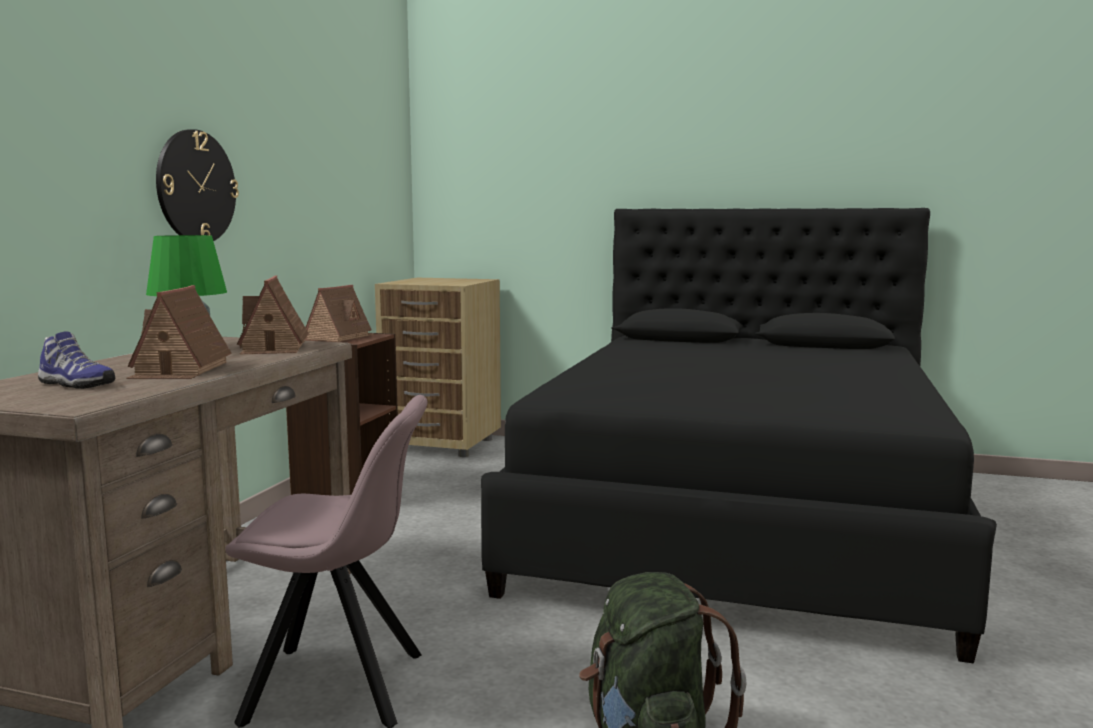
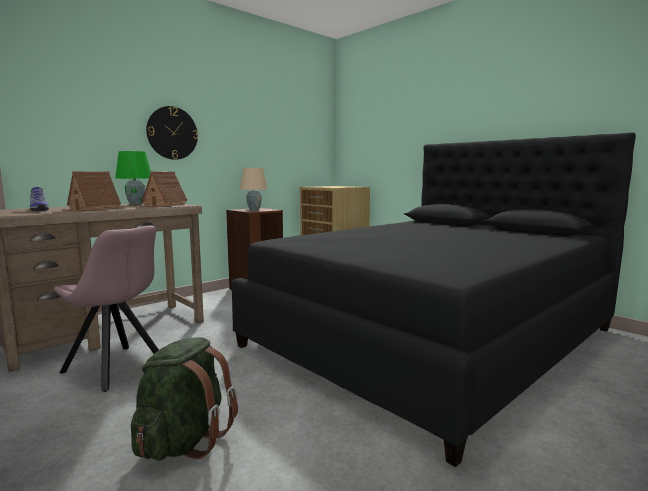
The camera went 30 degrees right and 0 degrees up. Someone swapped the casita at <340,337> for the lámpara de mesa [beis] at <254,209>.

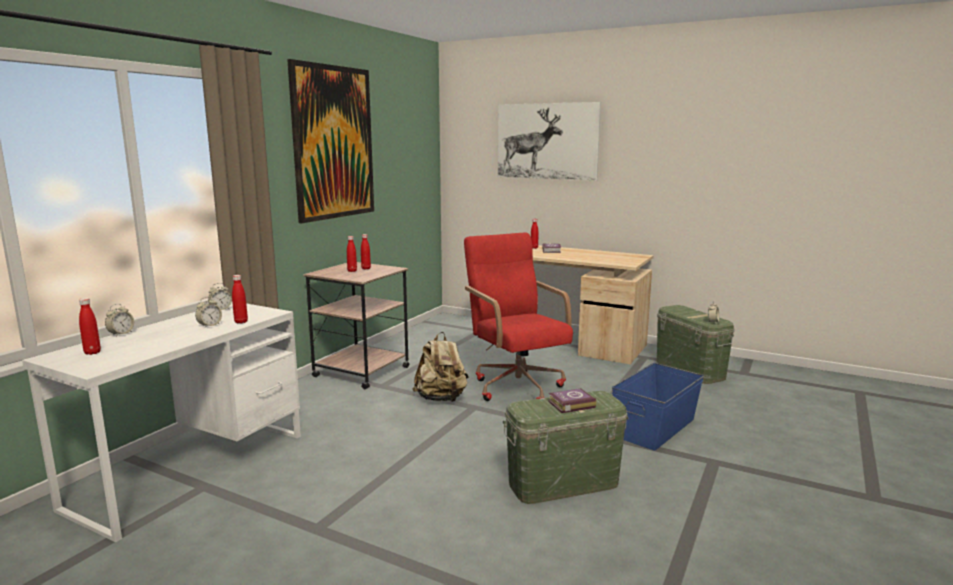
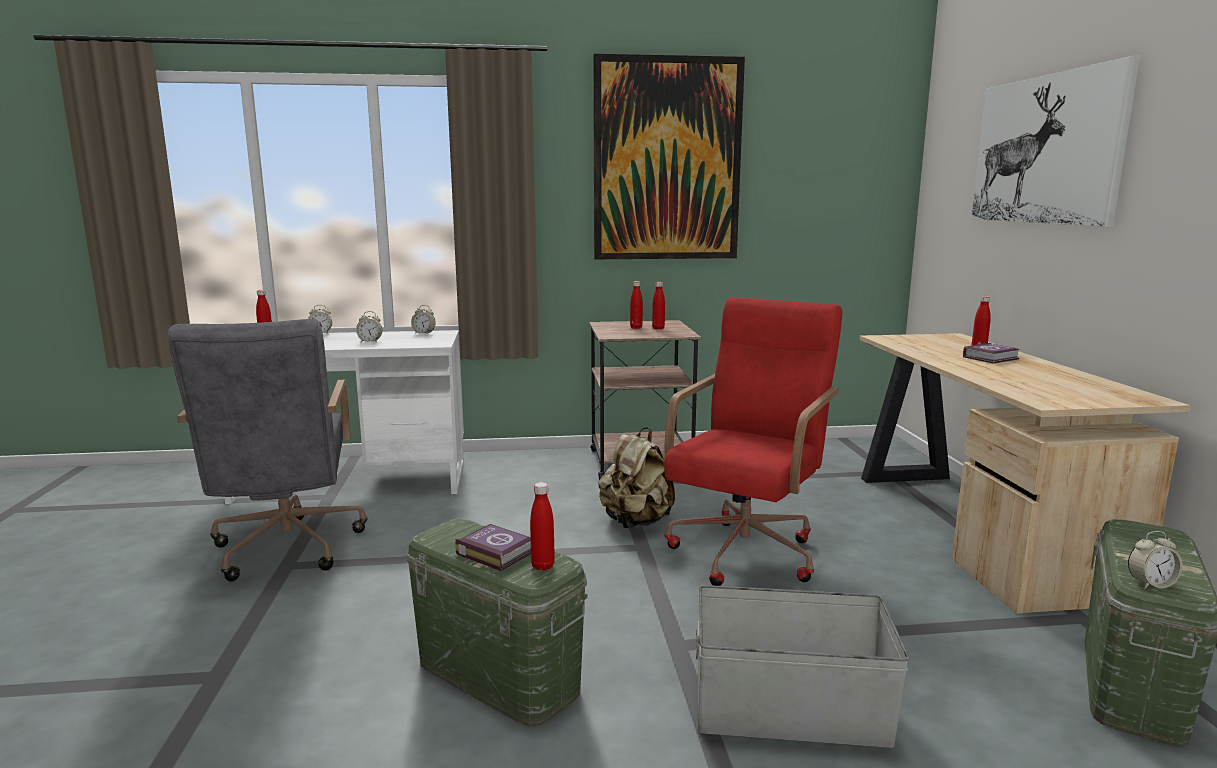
The camera went 55 degrees right and 0 degrees up. Someone put down the silla de oficina [gris] at <287,552>. Someone carried the botella [rojo] from <241,322> to <542,566>. Someone repainted the caja de almacenaje [azul] at <656,427>, which became the caja de almacenaje [gris] at <790,711>.

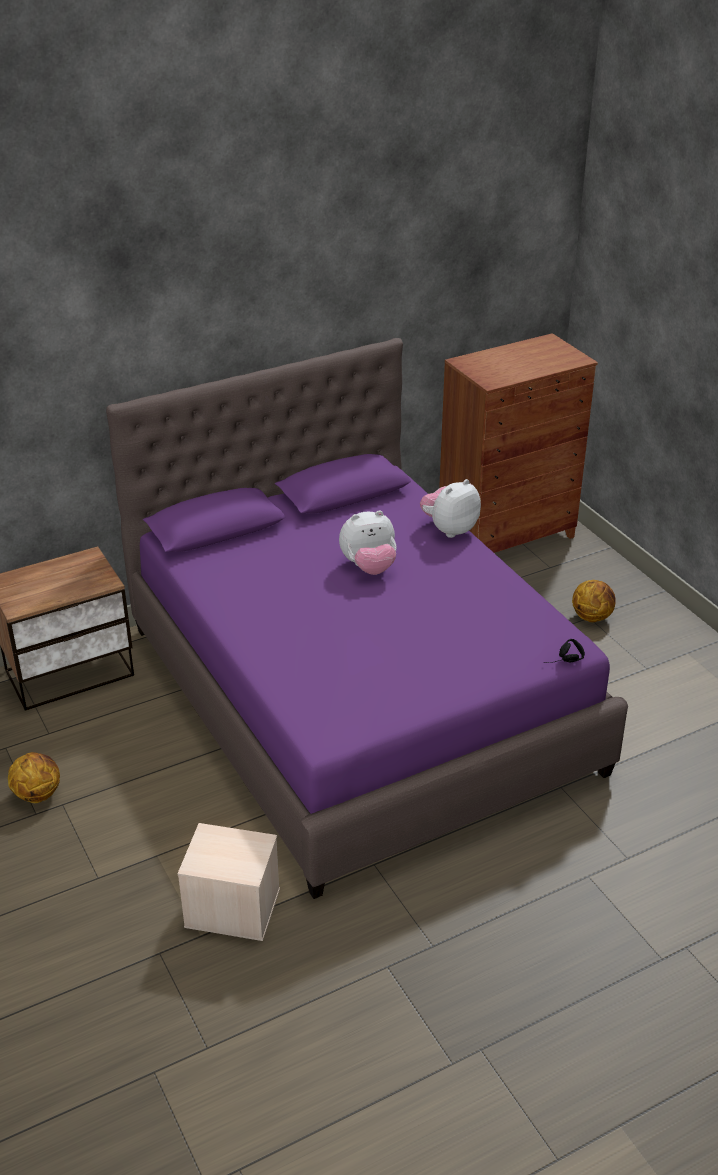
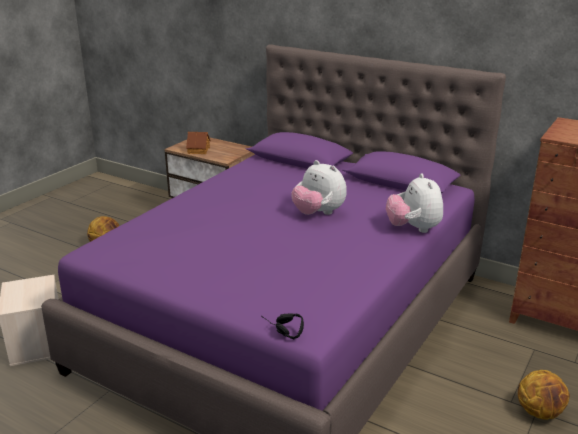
The camera went 60 degrees right and 10 degrees down. Someone put down the casita at <199,150>. Someone rotated the peluche at <449,529> by 120 degrees counterclockwise.

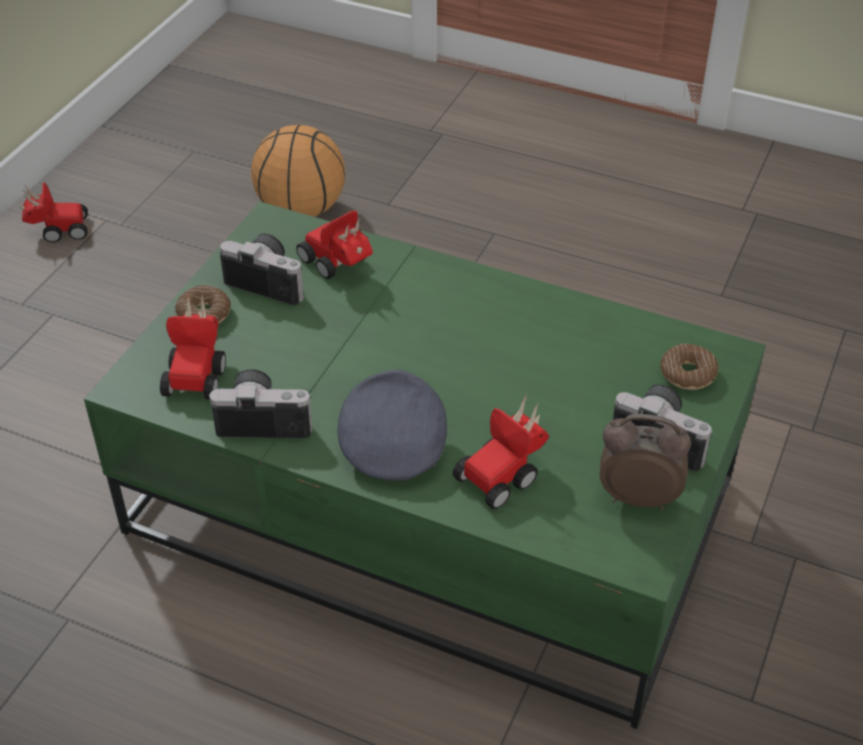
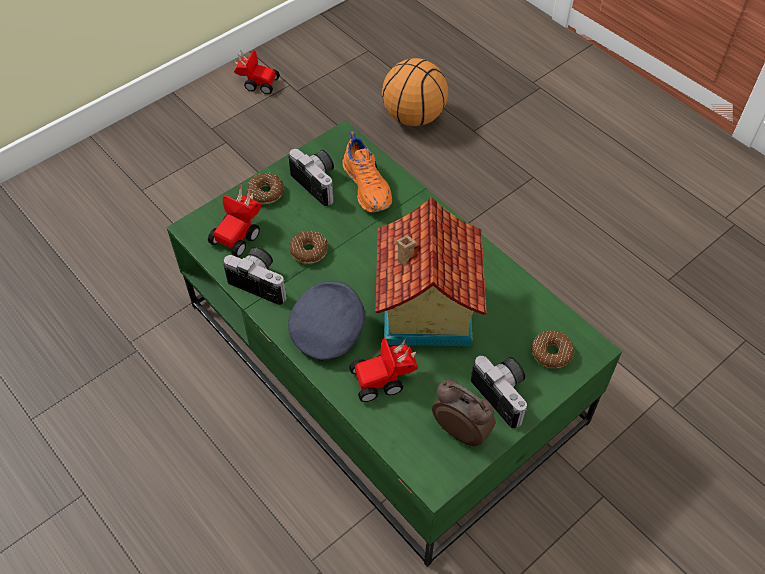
The camera went 25 degrees right and 10 degrees up. Someone put down the rosquilla at <309,251>. Someone swapped the coche de juguete at <339,265> for the zapato [naranja] at <368,186>. Someone put down the casita at <424,310>.

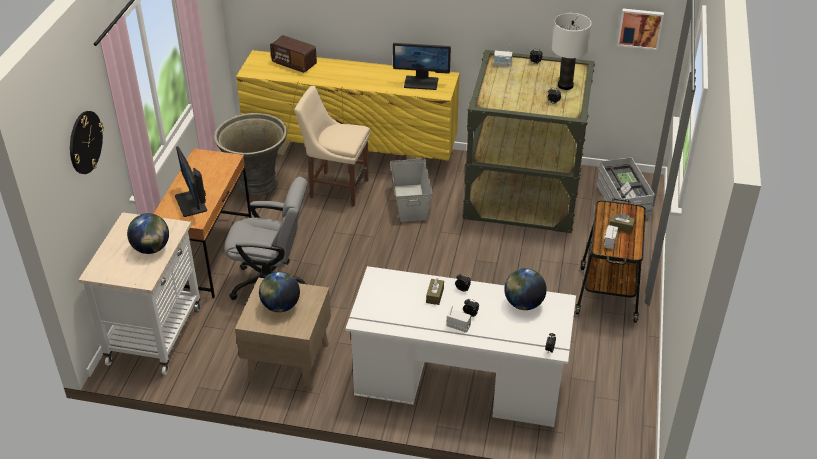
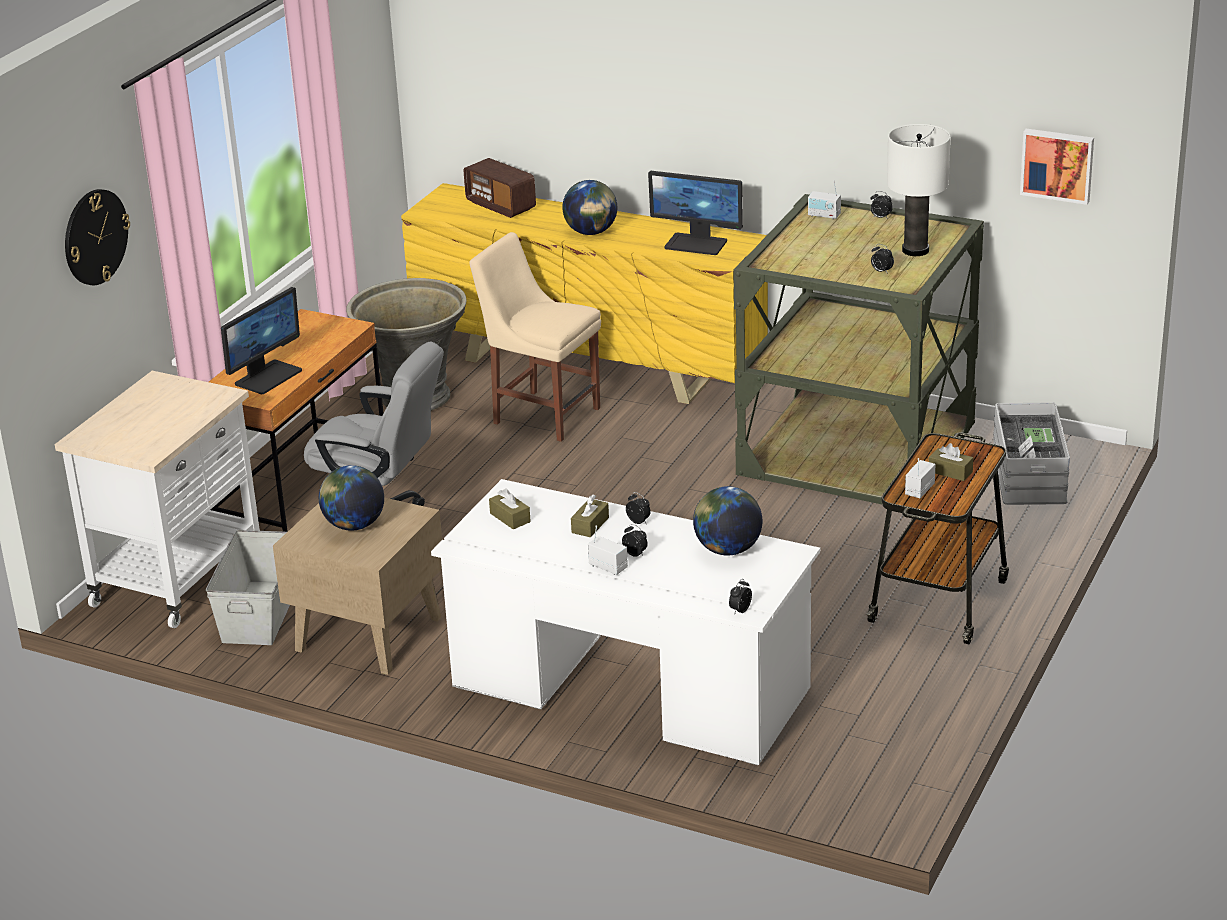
The camera went 15 degrees right and 10 degrees down. Someone carried the caja de almacenaje [gris] from <411,202> to <262,612>. Someone rotated the monitor at <192,203> by 135 degrees counterclockwise. Someone put down the caja de pañuelos [marrón] at <510,517>. Someone carried the globo terráqueo from <151,248> to <591,232>.

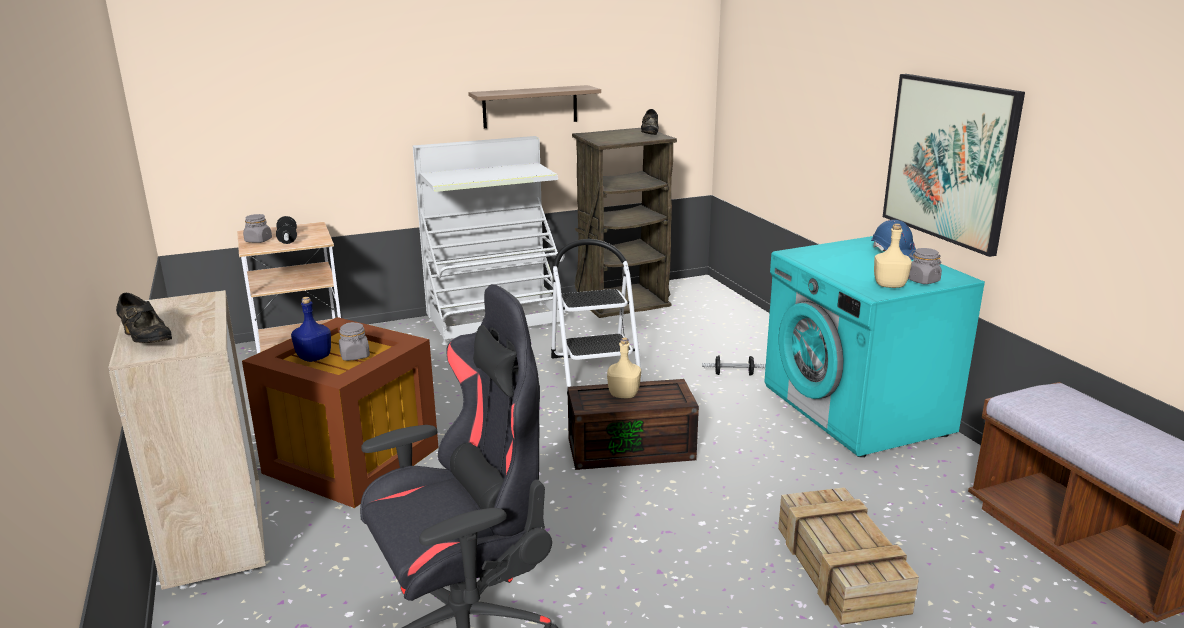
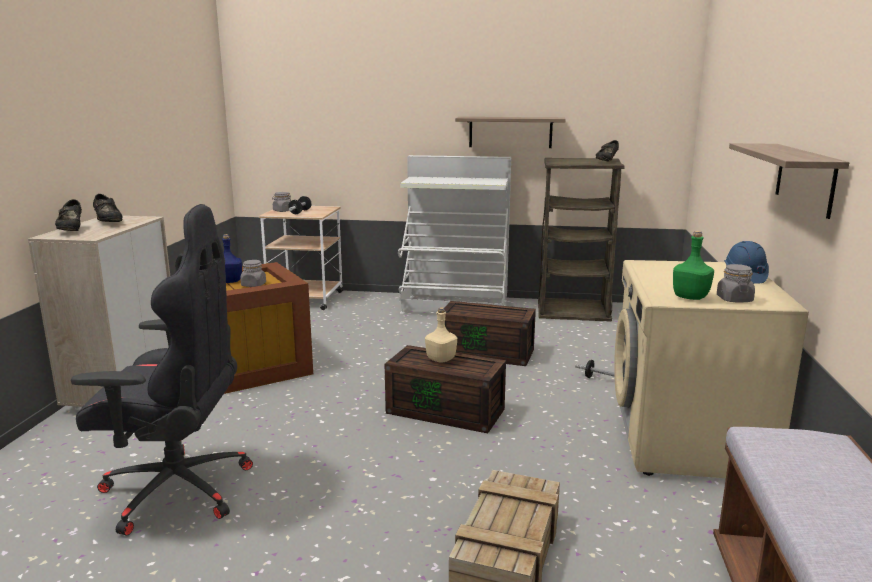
The camera went 30 degrees right and 5 degrees down. Someone put down the zapato [negro] at <108,222>. Someone swapped the escalera de tijera at <595,370> for the caja de almacenaje [marrón] at <488,352>. Someone repainted the lavadora [turquesa] at <854,414>, which became the lavadora [beis] at <684,439>. Someone repainted the botella [beis] at <889,285>, which became the botella [verde] at <690,297>. Someone swapped the cuadro at <949,160> for the estante at <805,178>.

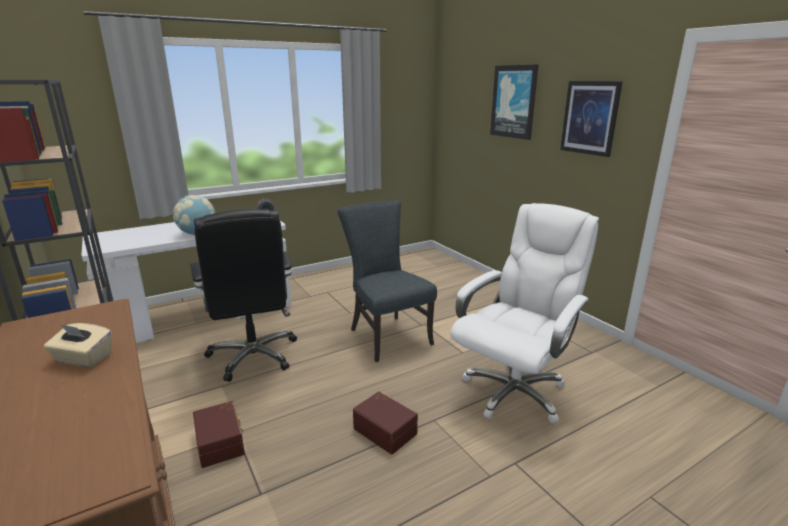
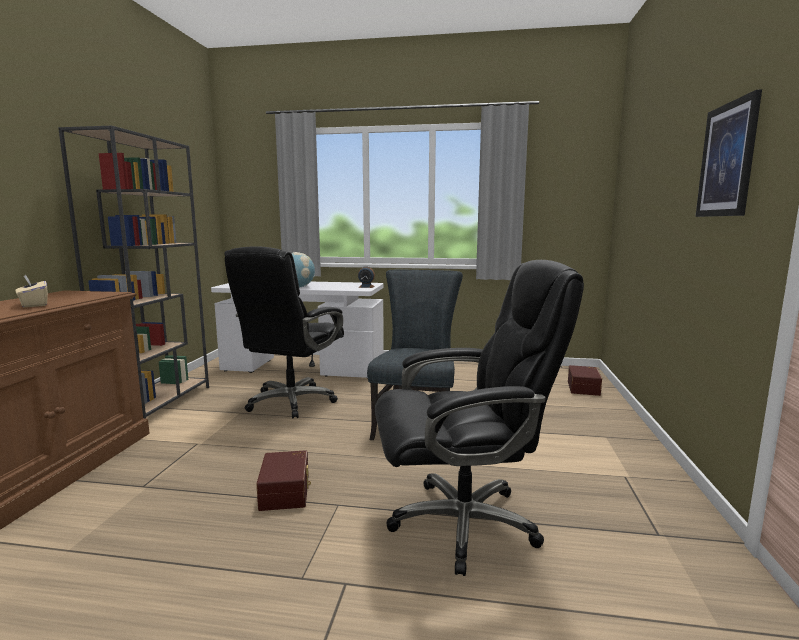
The camera went 40 degrees right and 10 degrees down. Someone repainted the silla de oficina [blanco] at <513,393>, which became the silla de oficina [negro] at <460,523>. Someone carried the caja de almacenaje [marrón] from <221,442> to <584,388>. Someone took away the cuadro at <514,102>.

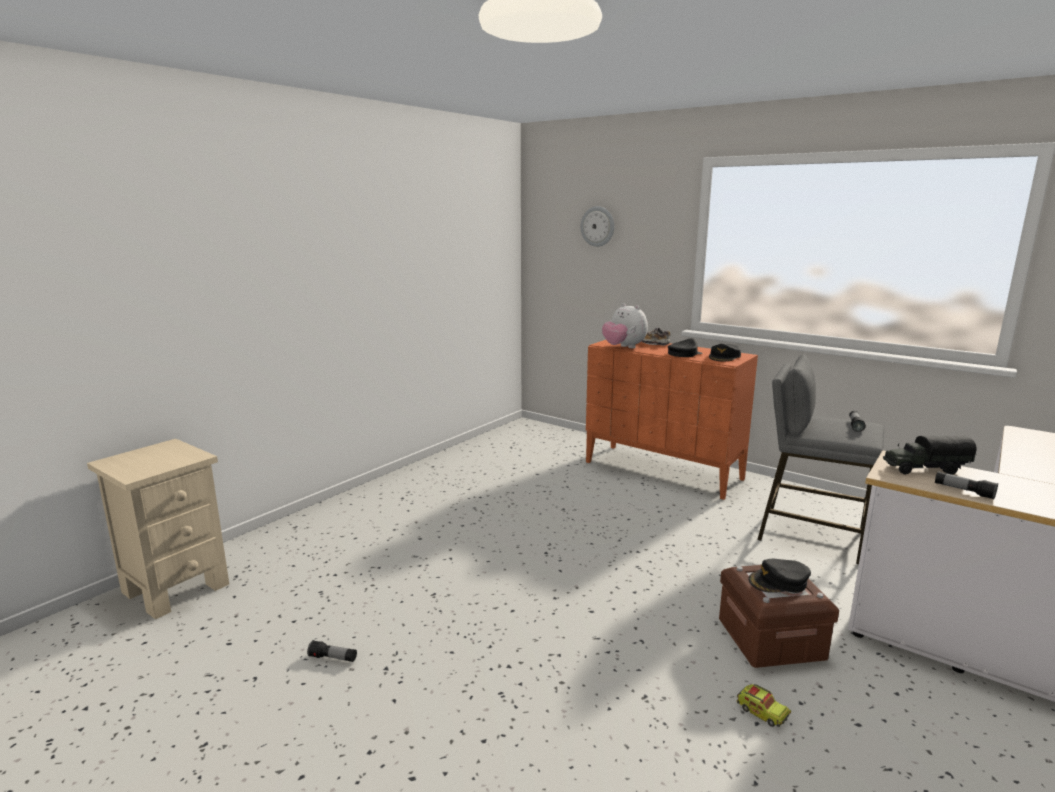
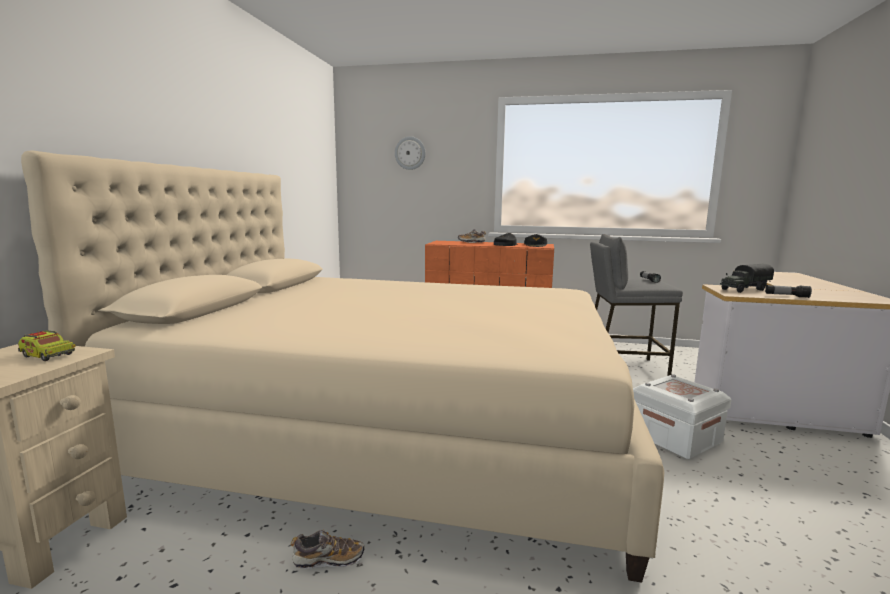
The camera went 25 degrees left and 5 degrees down. Someone carried the camión de juguete from <761,712> to <47,355>. Someone put down the cama [beis] at <389,431>. Someone swapped the linterna at <333,658> for the zapato at <328,560>. Someone repainted the caja de almacenaje [marrón] at <771,639>, which became the caja de almacenaje [blanco] at <675,437>. Someone took away the peluche at <623,347>. Someone took away the gorra [negro] at <779,582>.

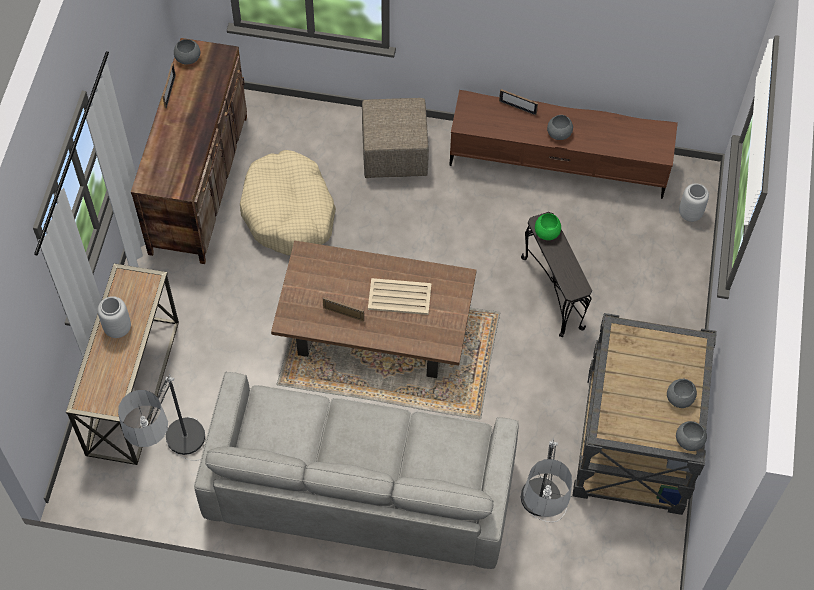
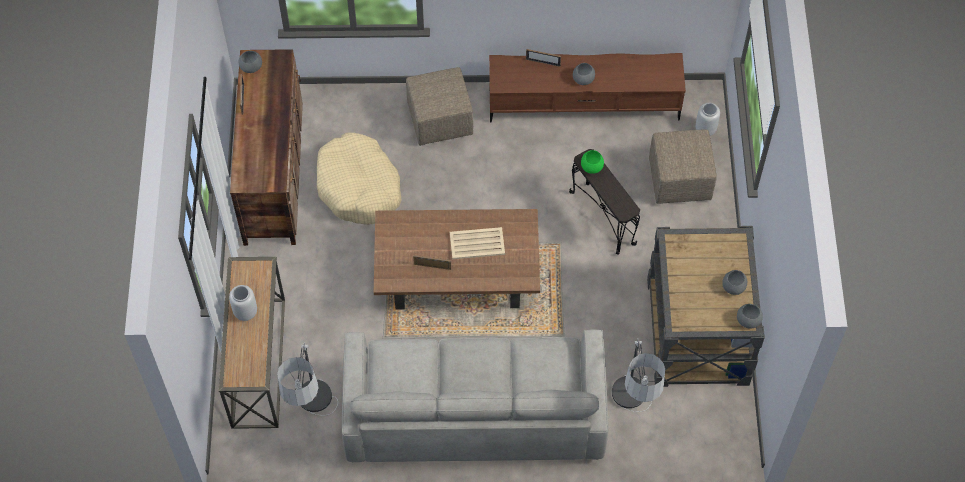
The camera went 10 degrees left and 0 degrees up. Someone put down the puf [beis] at <680,180>.

